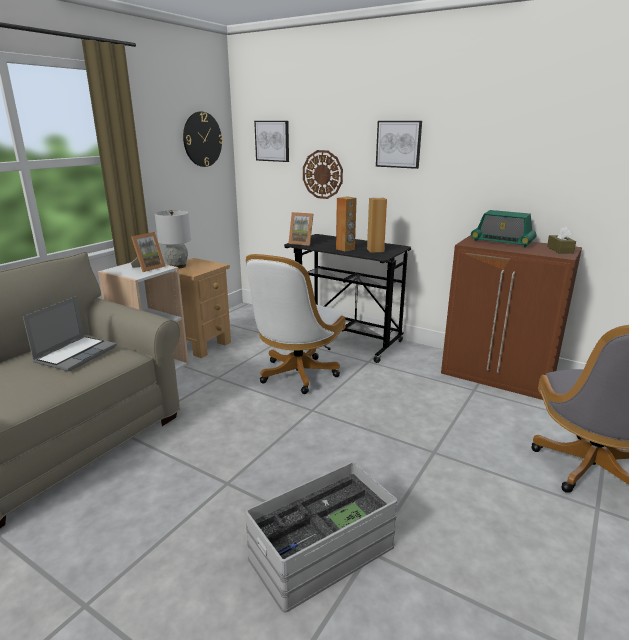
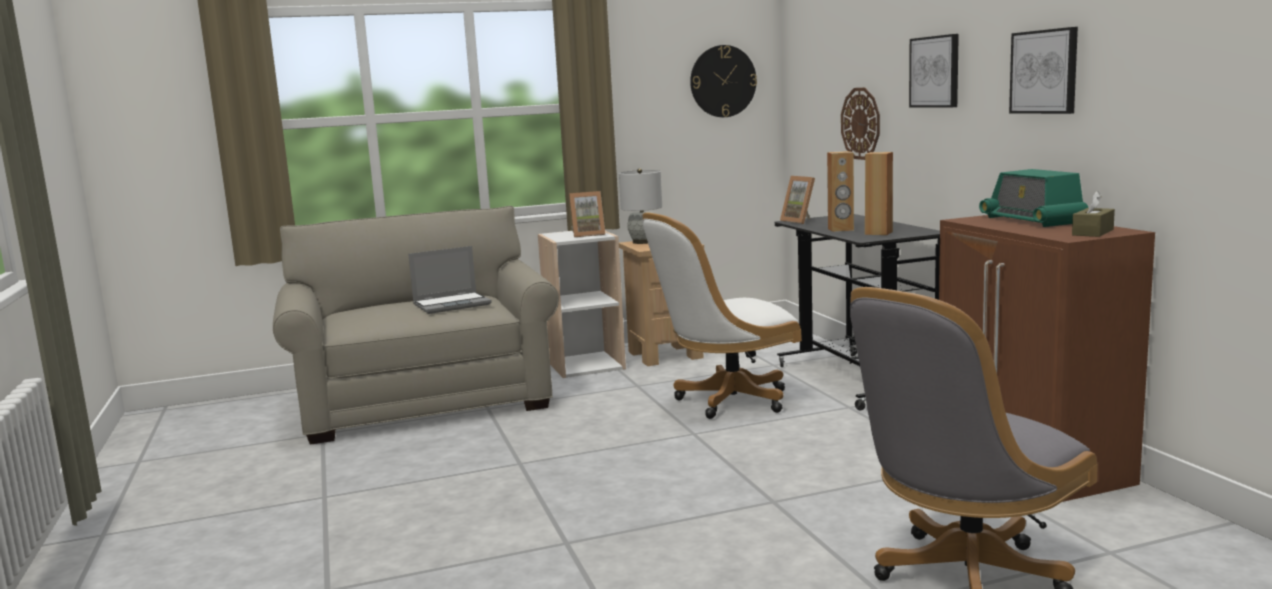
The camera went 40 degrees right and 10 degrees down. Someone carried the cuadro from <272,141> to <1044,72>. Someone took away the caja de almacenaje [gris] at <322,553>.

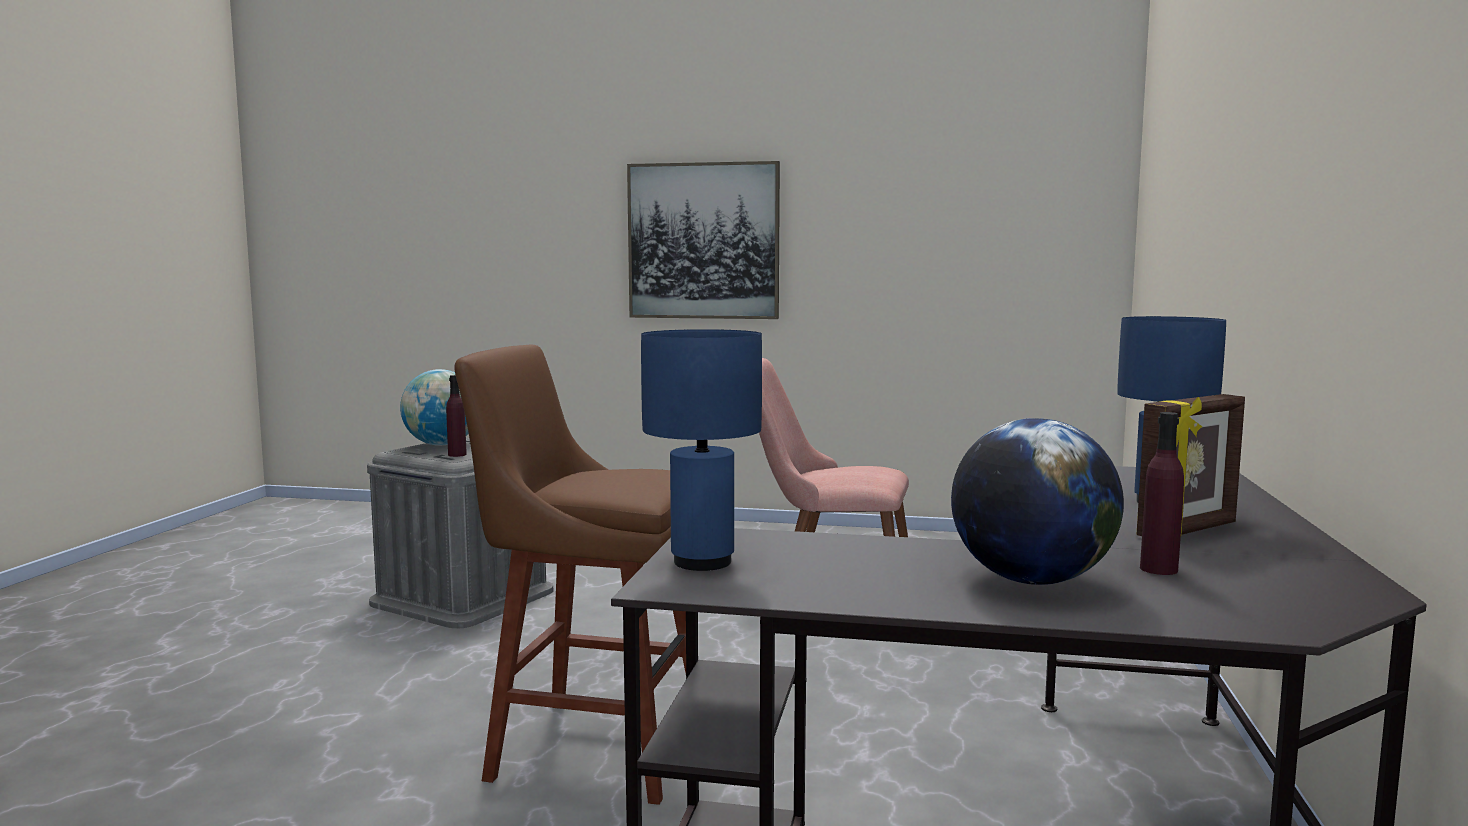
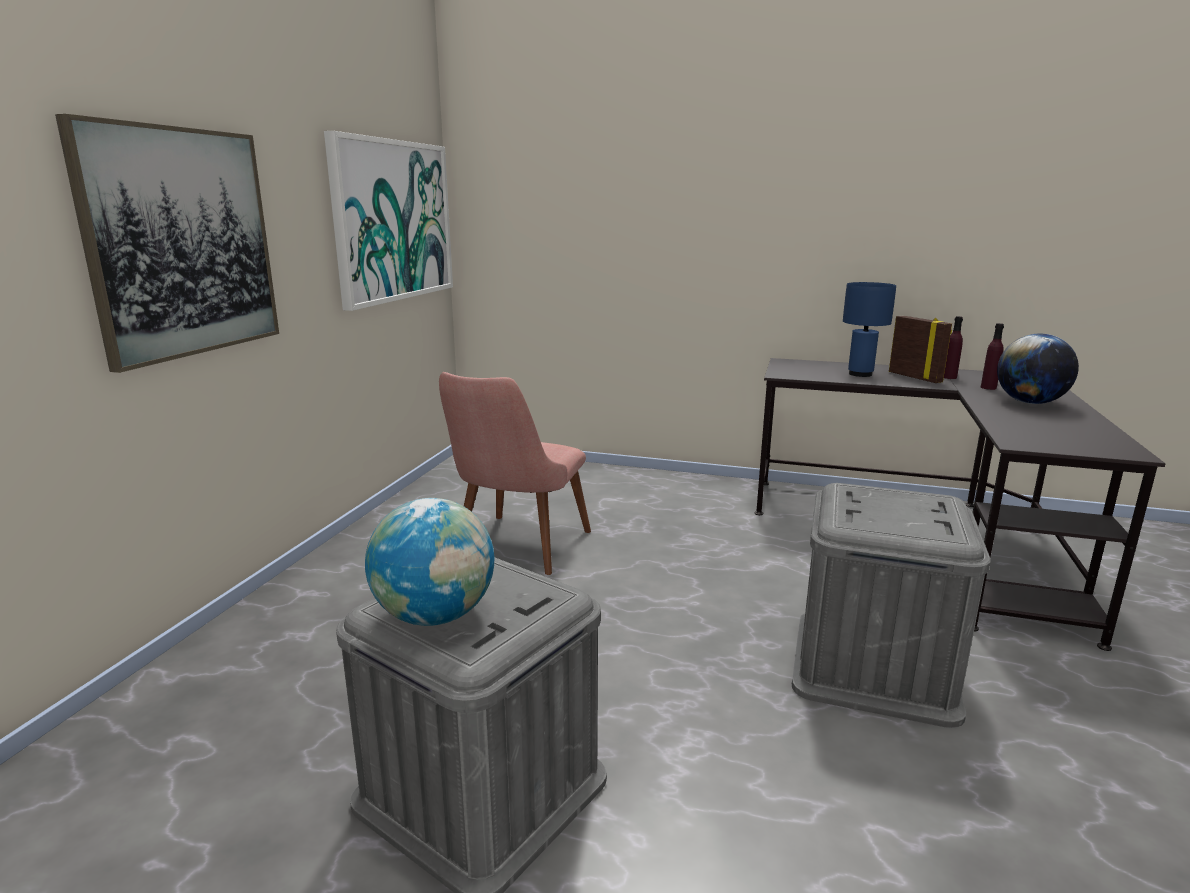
The camera went 85 degrees left and 10 degrees up. Someone put up the cuadro at <393,221>. Someone swapped the taburete [marrón] at <595,748> for the caja de almacenaje [gris] at <873,665>. Someone carried the botella [morado] from <457,455> to <949,377>. Someone took away the lámpara de mesa [azul] at <701,562>.

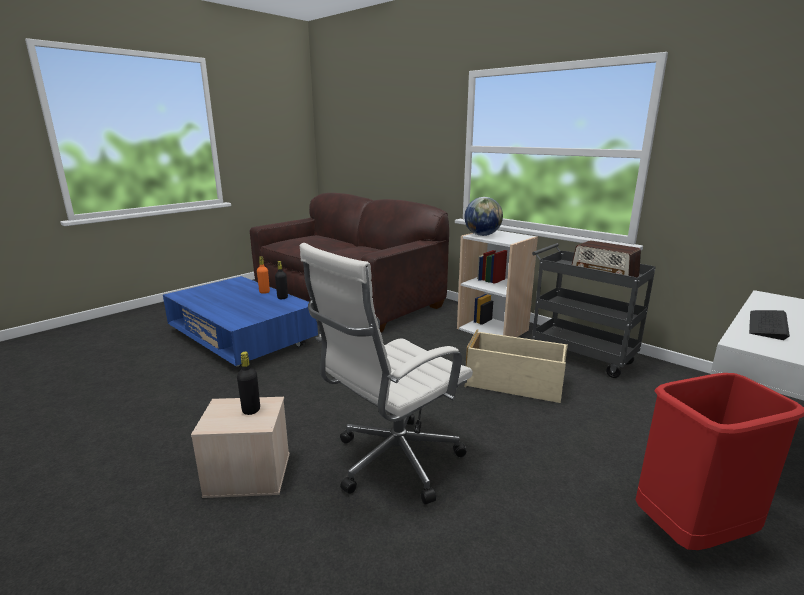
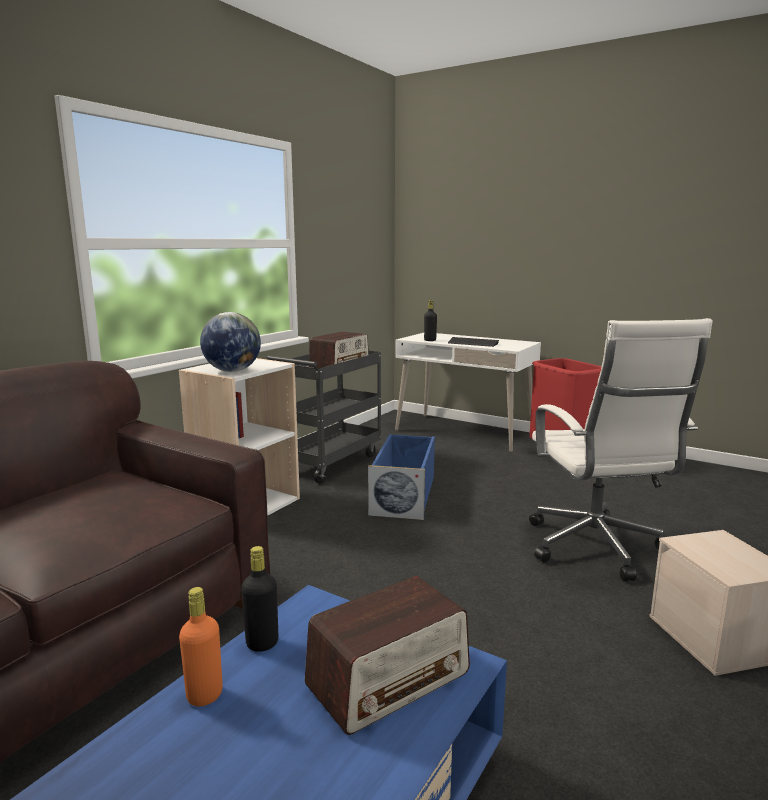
The camera went 100 degrees left and 5 degrees down. Someone put down the radio at <389,679>. Someone repainted the caja de almacenaje [beis] at <515,384>, which became the caja de almacenaje [azul] at <404,495>. Someone carried the botella [negro] from <251,410> to <430,340>. Someone rotated the silla de oficina [blanco] at <392,463> by 45 degrees clockwise.

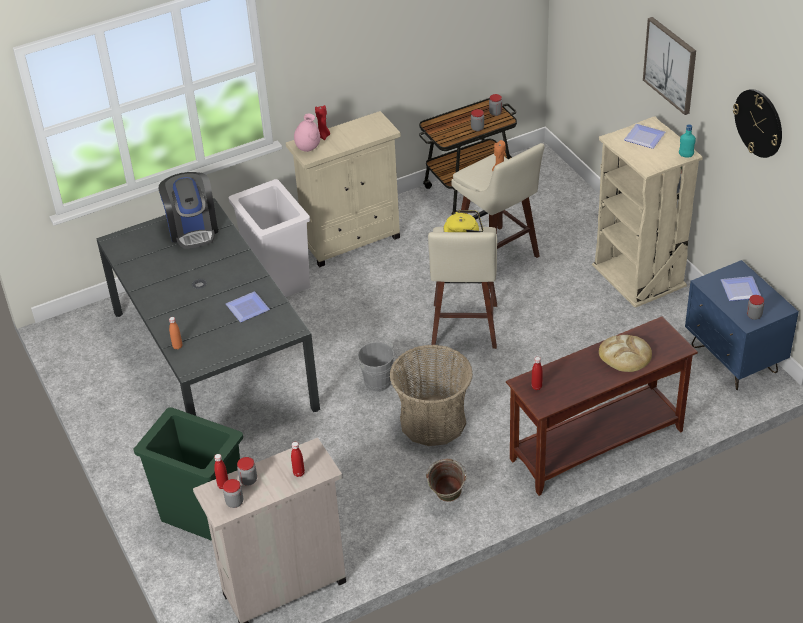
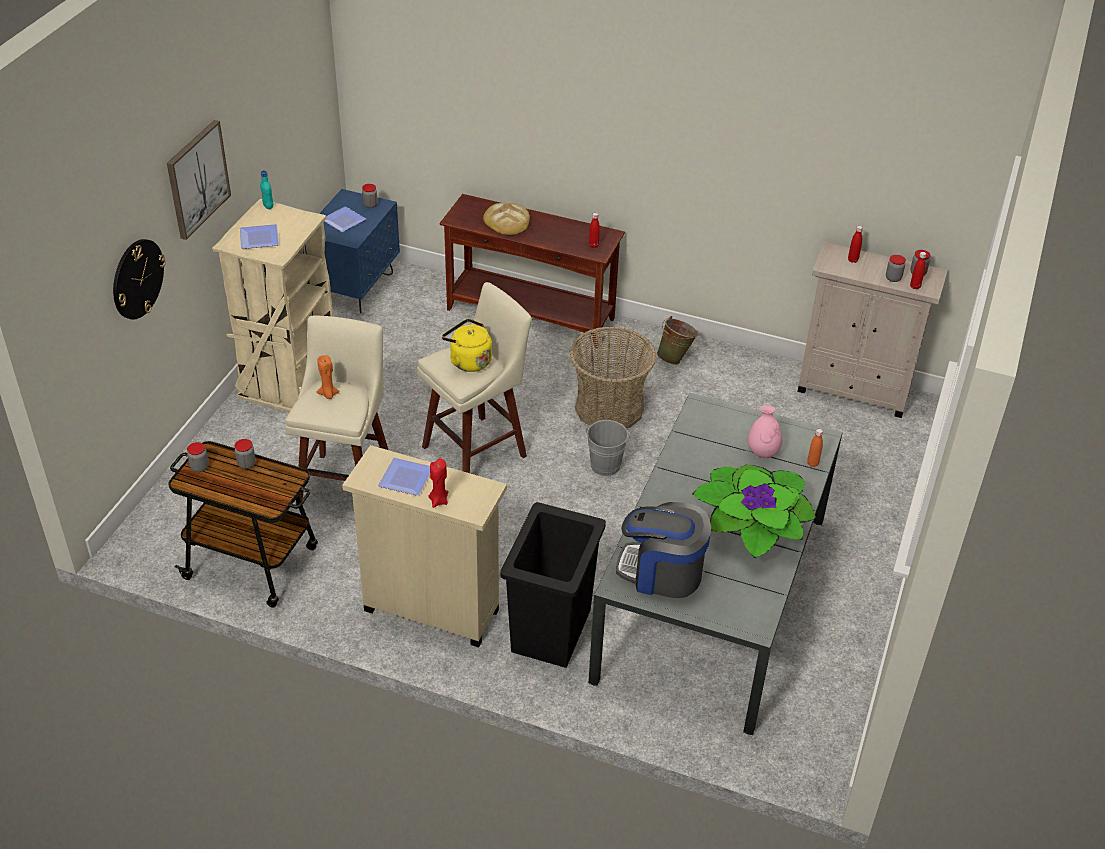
The camera went 135 degrees left and 0 degrees up. Someone carried the reloj de pared from <759,123> to <137,279>. Someone carried the plato from <246,308> to <406,480>. Someone repainted the papelera [blanco] at <278,278>, which became the papelera [negro] at <550,631>. Someone rotated the cafetera at <193,229> by 105 degrees counterclockwise. Someone put down the planta en maceta at <752,527>. Someone carried the florero [rosa] from <308,148> to <762,452>. Someone took away the papelera [verde] at <203,515>.

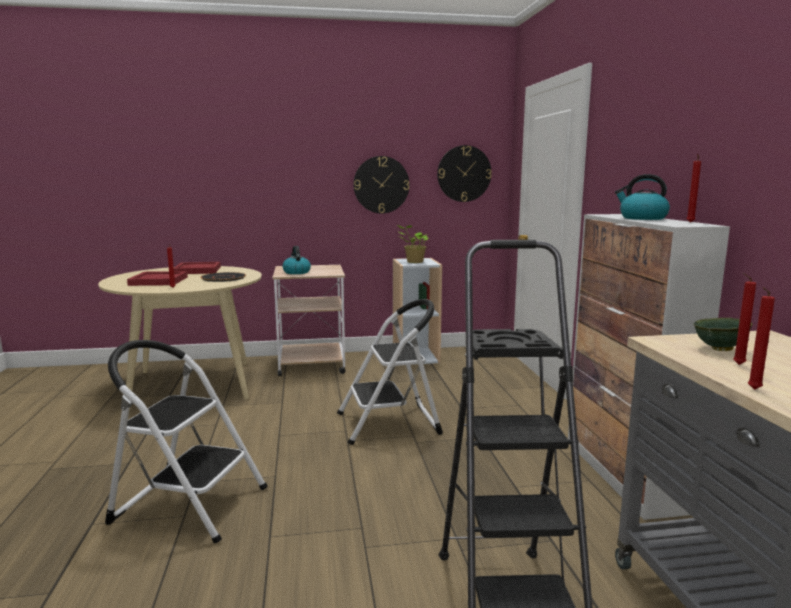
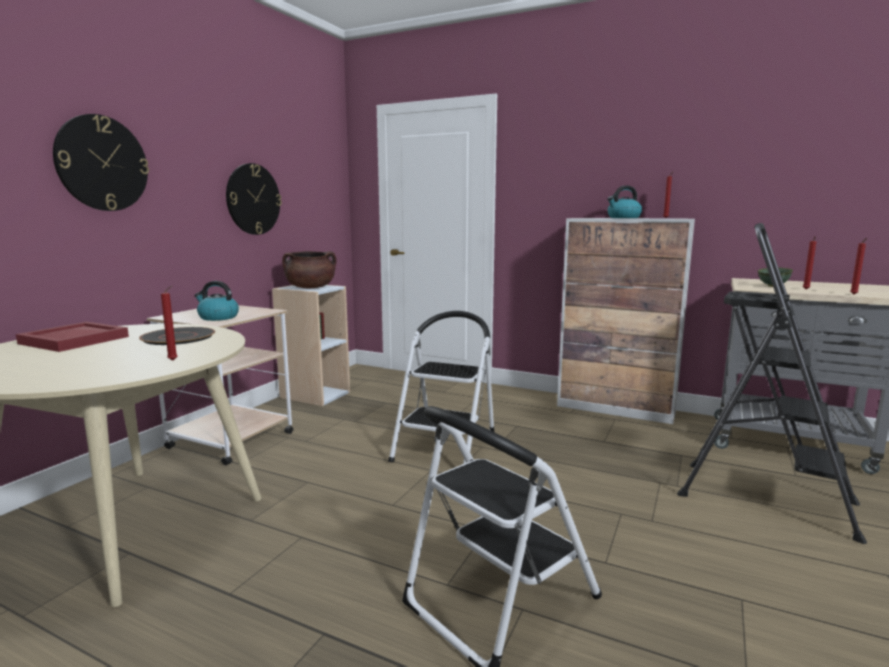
The camera went 55 degrees left and 0 degrees up. Someone carried the reloj de pared from <464,173> to <102,163>. Someone swapped the planta en maceta at <413,262> for the olla [marrón] at <310,288>. Someone took away the bandeja [rojo] at <158,281>.

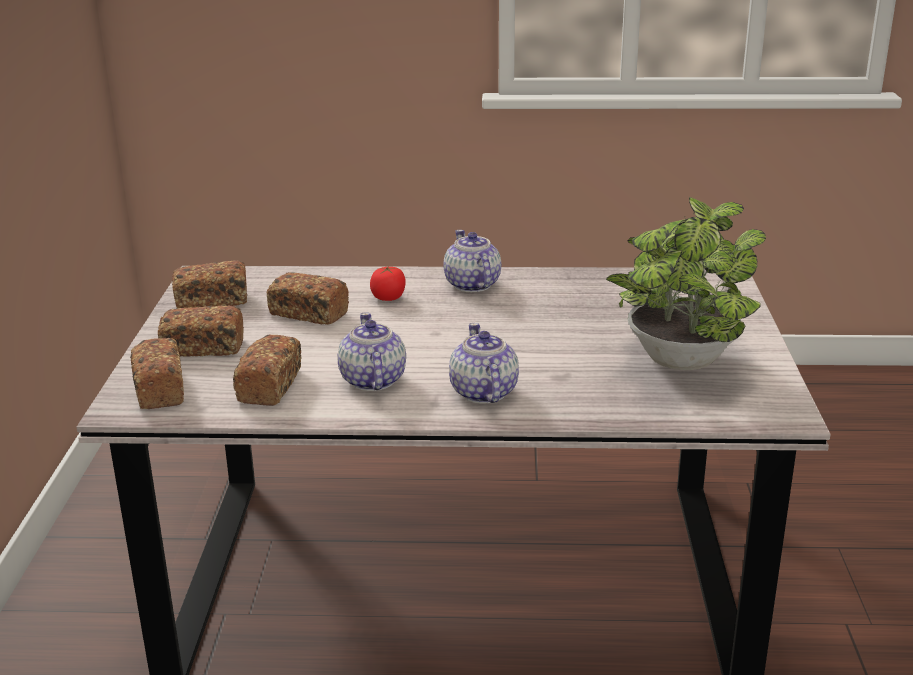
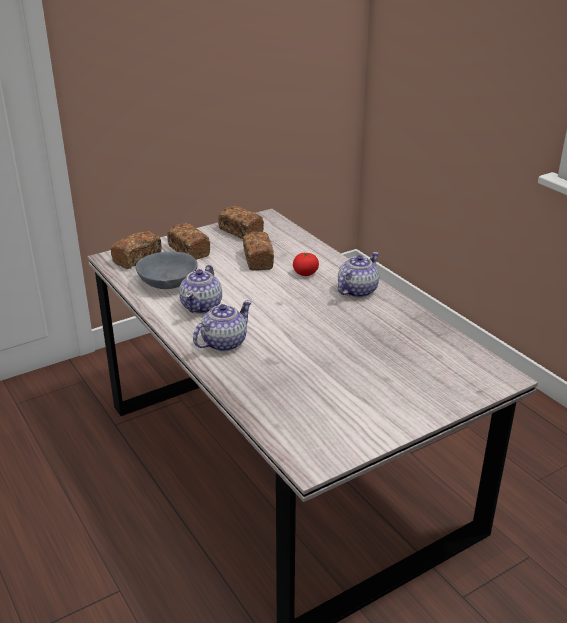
The camera went 55 degrees right and 5 degrees up. Someone swapped the pan at <269,386> for the cuenco [gris] at <168,282>. Someone rotated the tetera at <372,381> by 150 degrees clockwise. Someone took away the planta en maceta at <678,363>.

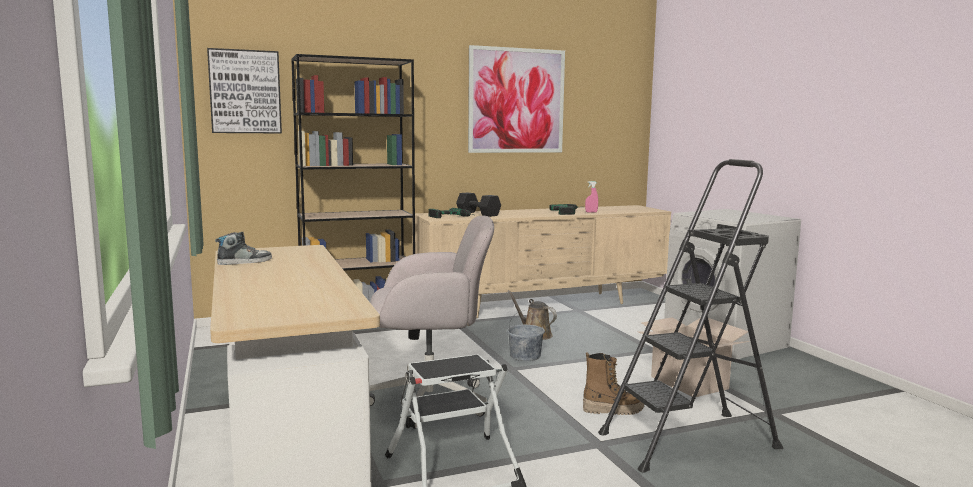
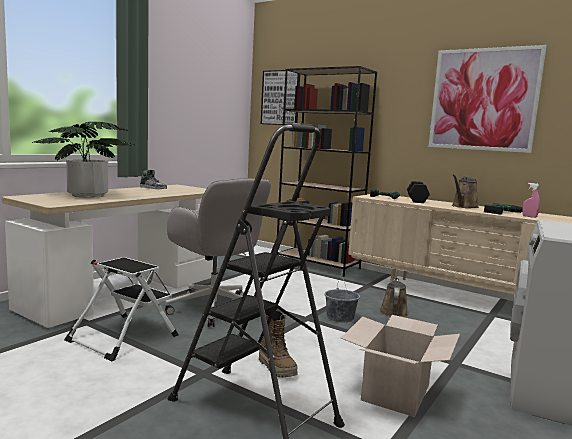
The camera went 55 degrees right and 0 degrees up. Someone put down the planta en maceta at <87,195>. Someone put down the regadera [marrón] at <463,206>.

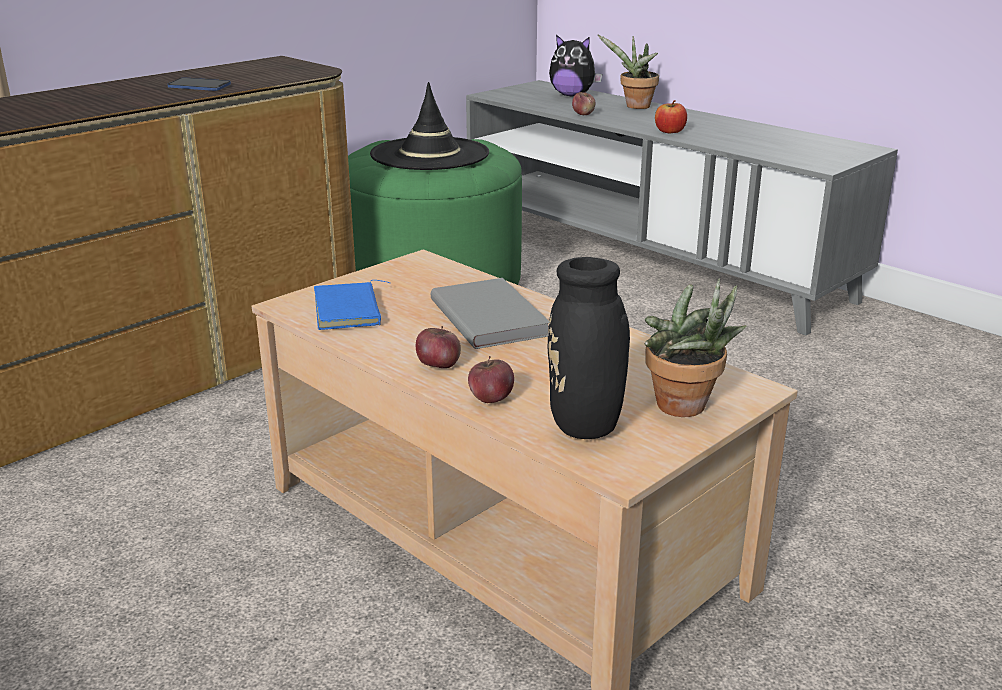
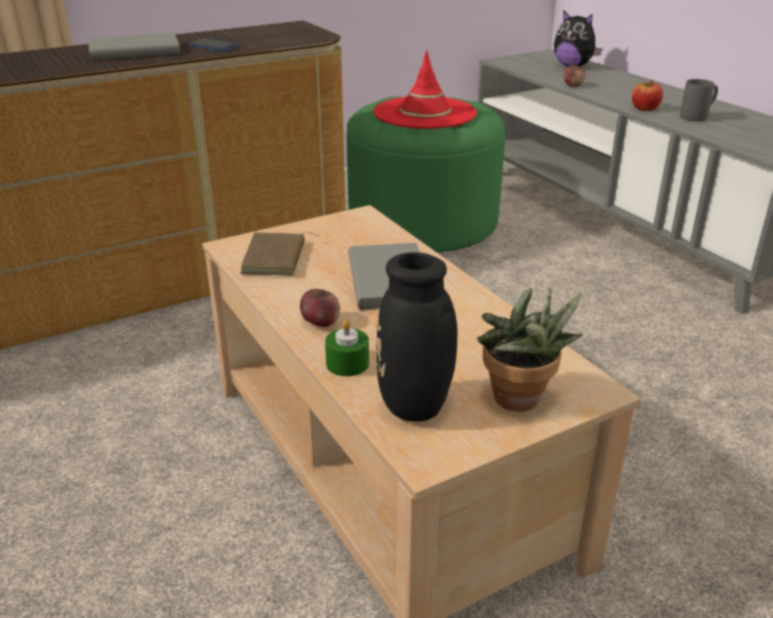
The camera went 15 degrees right and 5 degrees up. Someone put down the libro [gris] at <133,50>. Someone repainted the libro [azul] at <350,311>, which became the libro [marrón] at <277,258>. Someone swapped the manzana at <491,399> for the vela [verde] at <347,363>. Someone repainted the sombrero [negro] at <430,154>, which became the sombrero [rojo] at <425,113>. Someone put down the taza grande [gris] at <698,116>. Someone took away the planta en maceta at <634,107>.

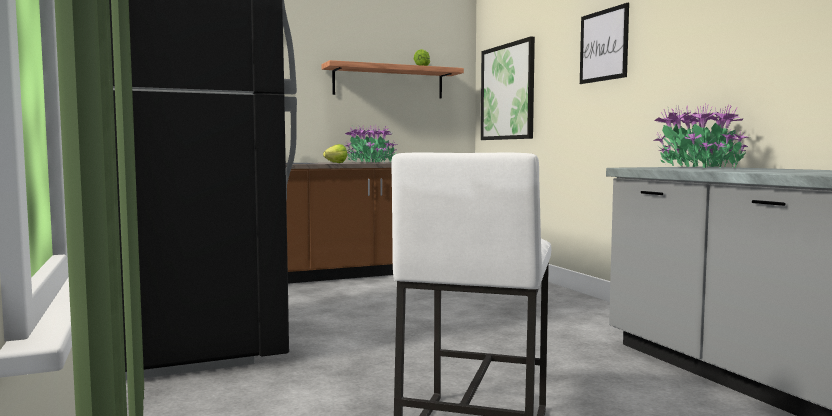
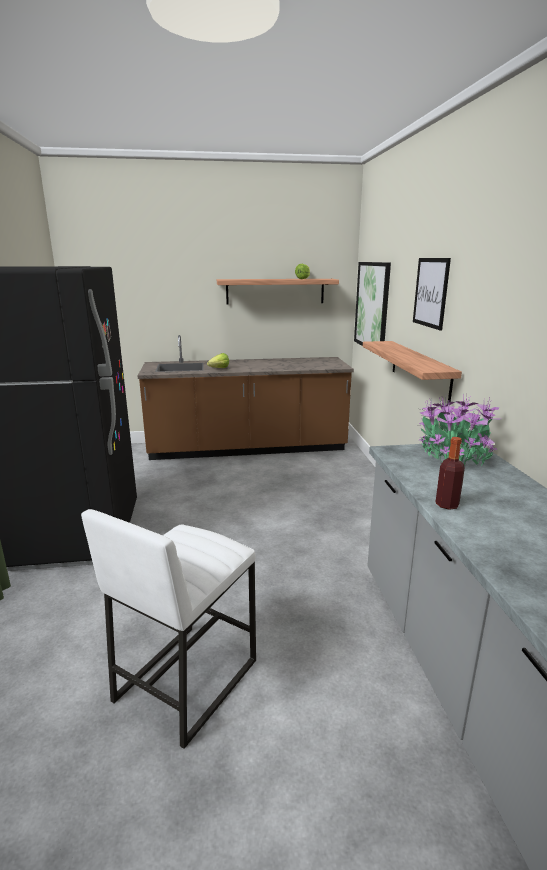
The camera went 15 degrees right and 15 degrees up. Someone put up the estante at <419,370>. Someone put down the botella at <447,505>. Someone took away the planta en maceta at <370,162>.

